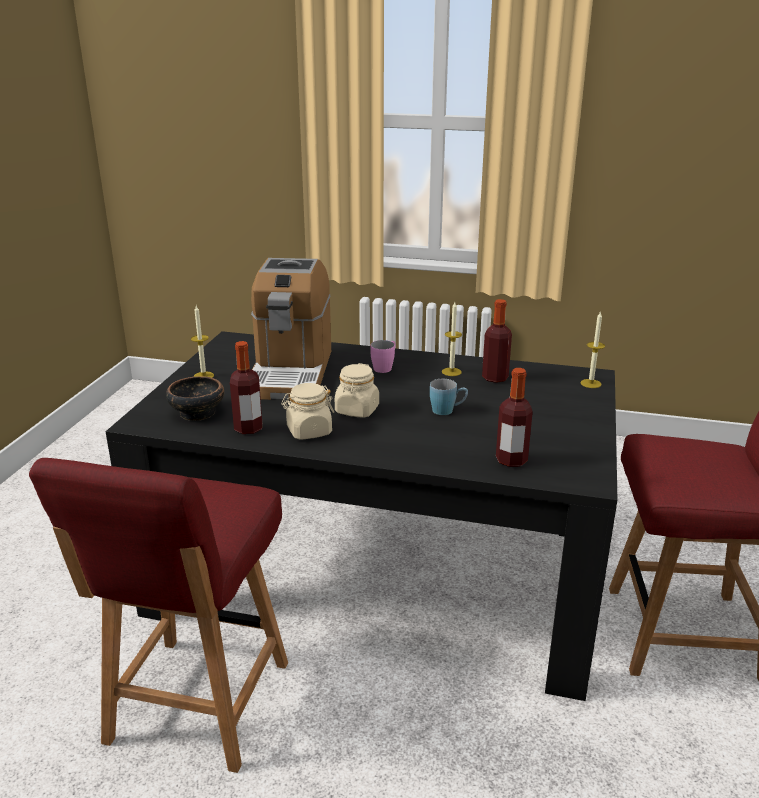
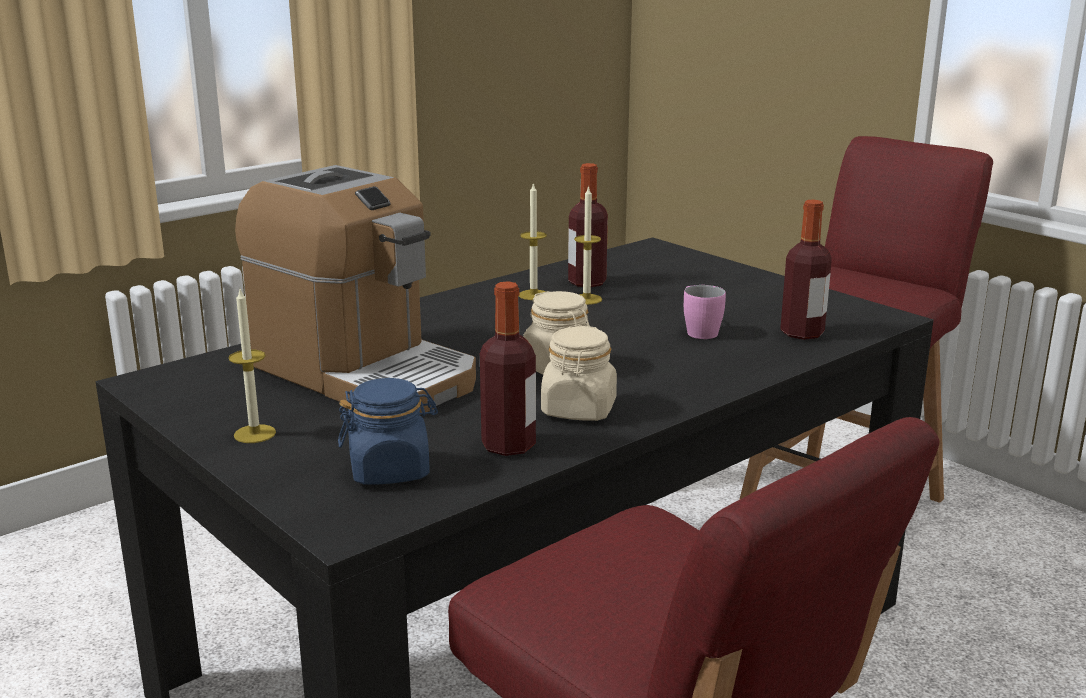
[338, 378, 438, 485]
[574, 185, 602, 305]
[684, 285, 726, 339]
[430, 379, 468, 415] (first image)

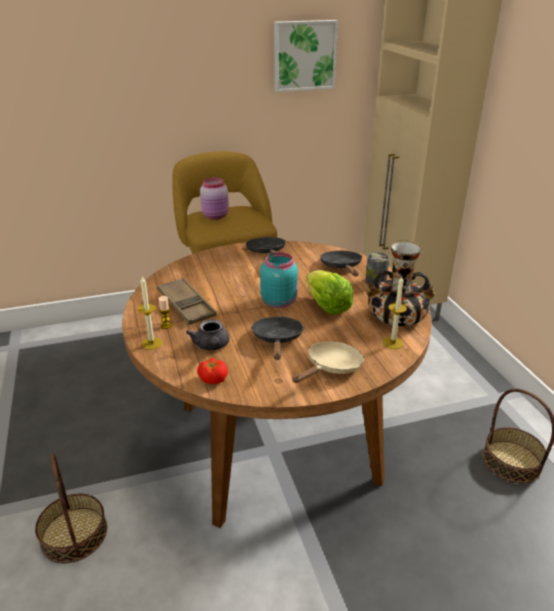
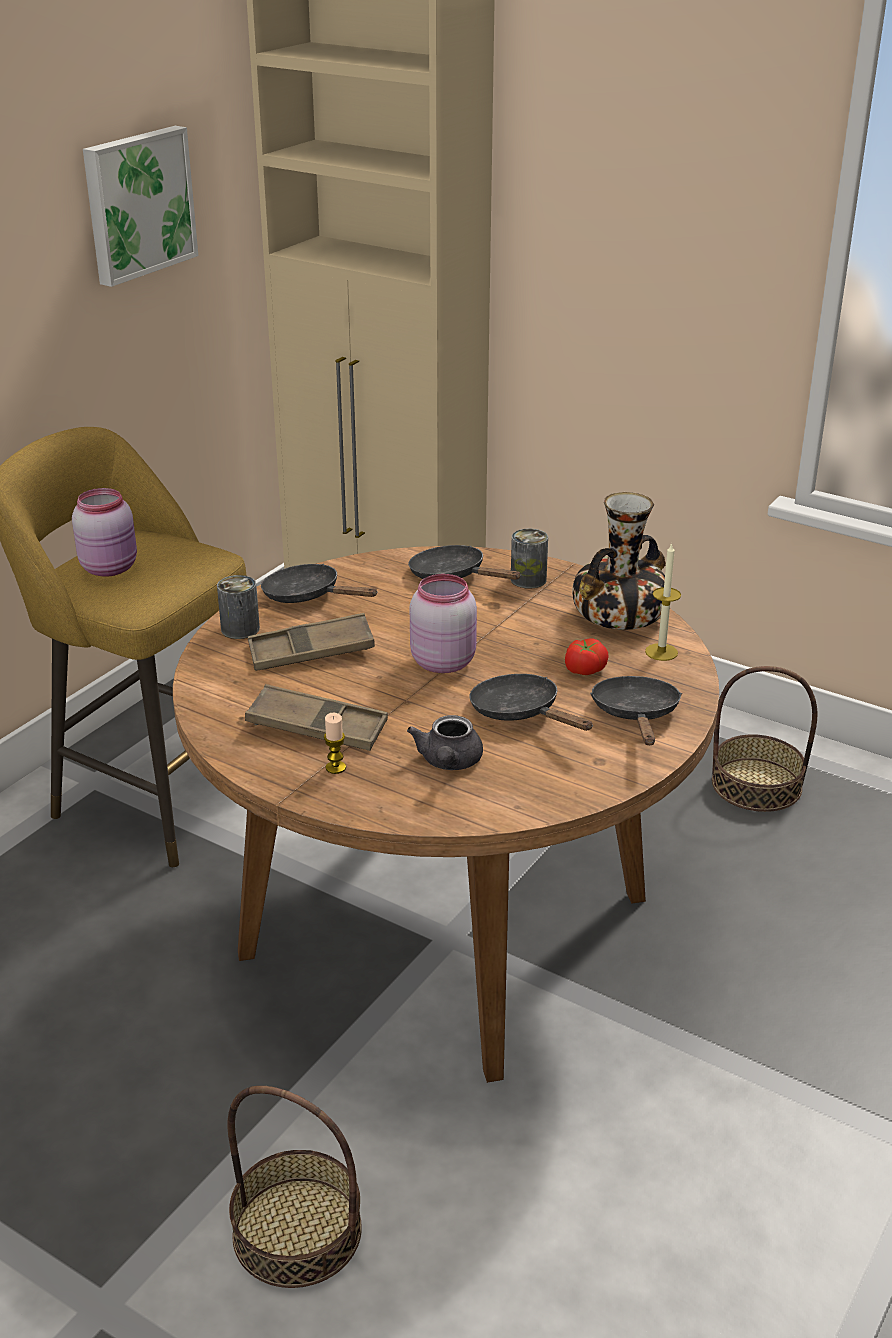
[217, 575, 260, 639]
[248, 613, 375, 671]
[407, 715, 483, 770]
[410, 574, 477, 673]
[565, 638, 609, 675]
[590, 676, 682, 745]
[138, 277, 162, 350] (first image)
[306, 270, 353, 314] (first image)

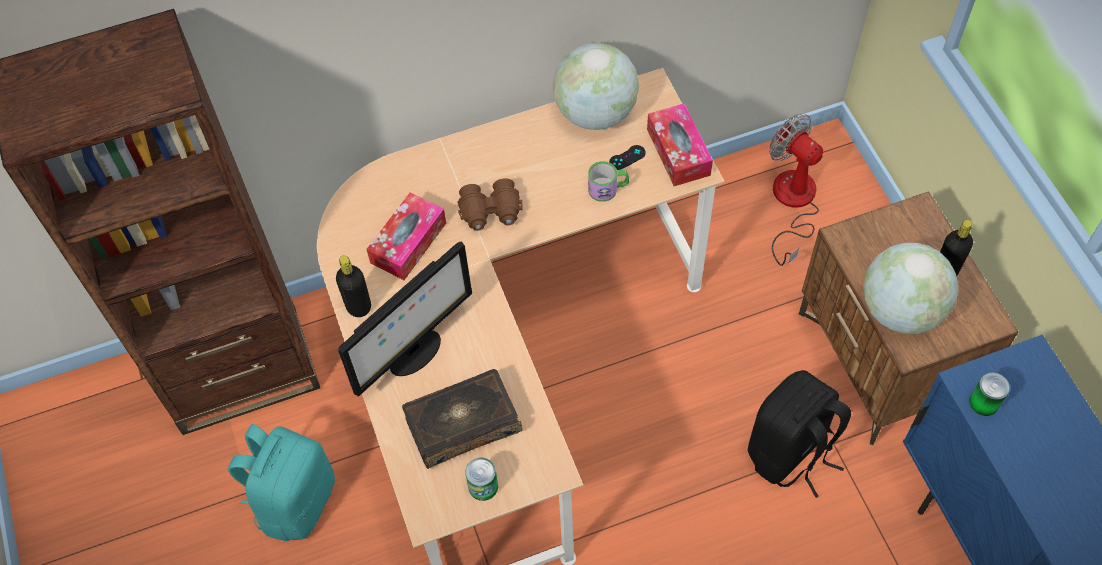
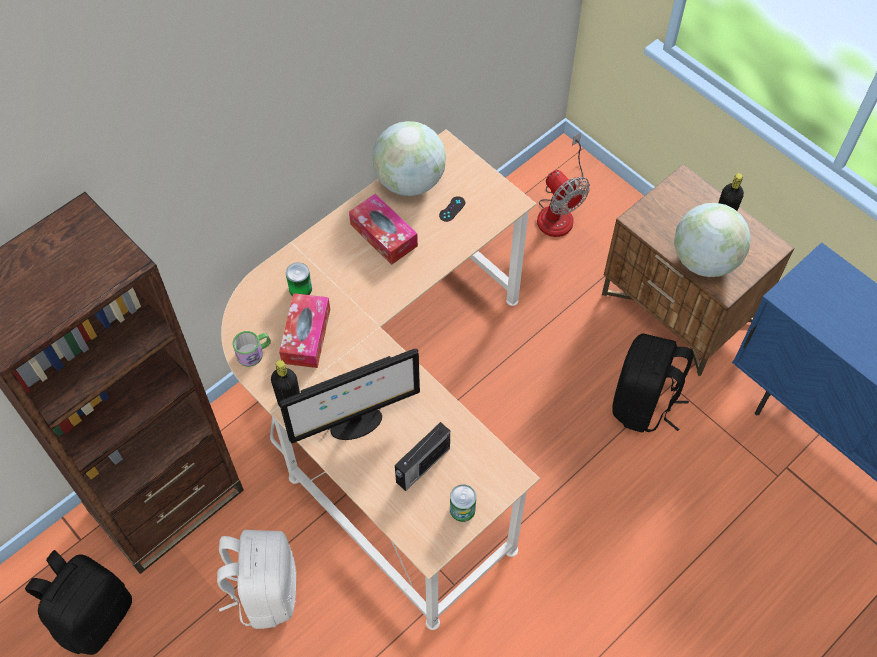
[25, 550, 132, 655]
[217, 530, 296, 629]
[232, 331, 271, 367]
[279, 349, 420, 444]
[286, 263, 312, 296]
[349, 194, 418, 265]
[395, 422, 450, 491]
[537, 133, 590, 237]
[457, 179, 523, 231] (first image)

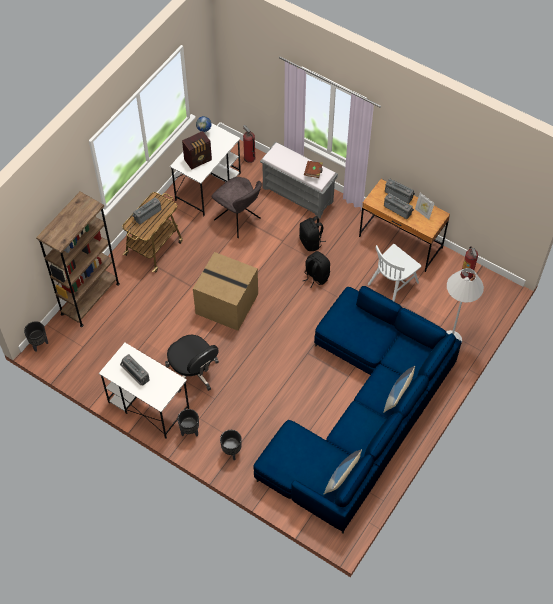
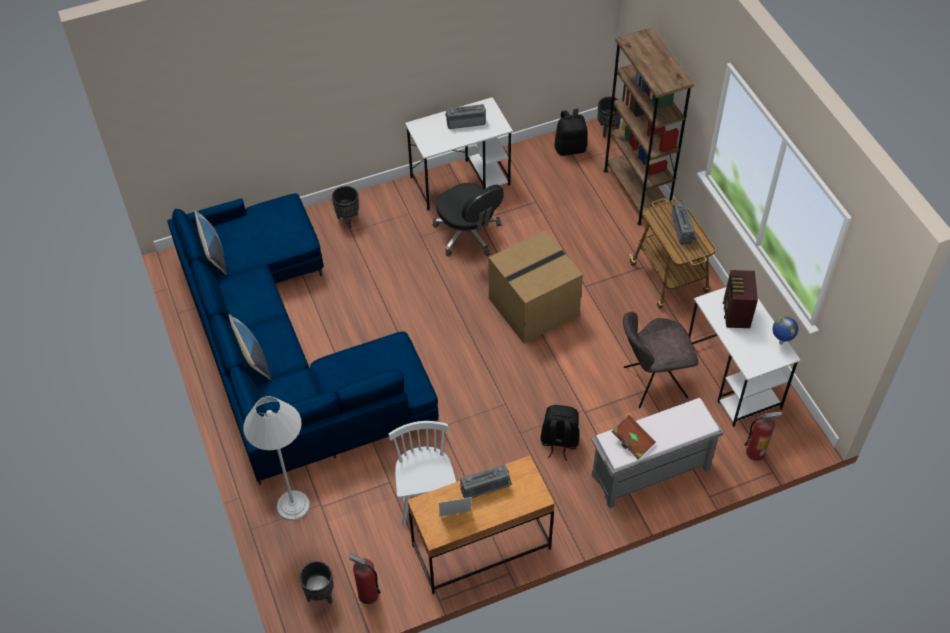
[299, 561, 333, 604]
[433, 183, 504, 256]
[554, 109, 588, 156]
[385, 179, 415, 203] (first image)

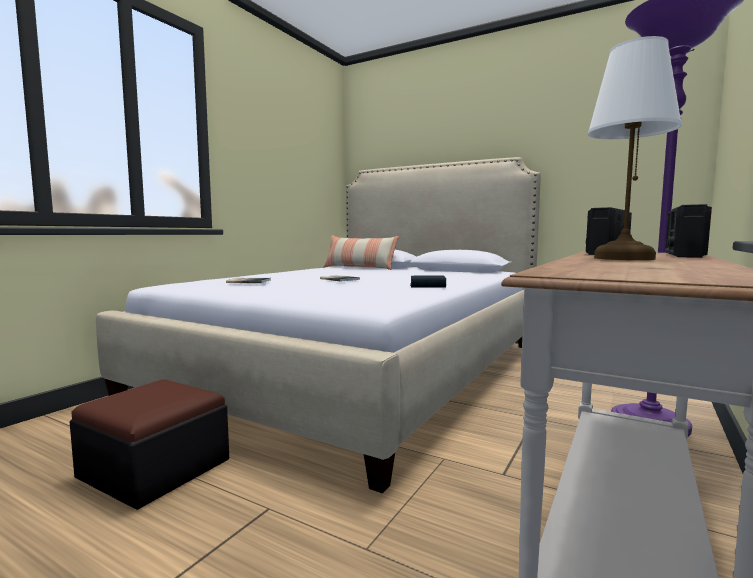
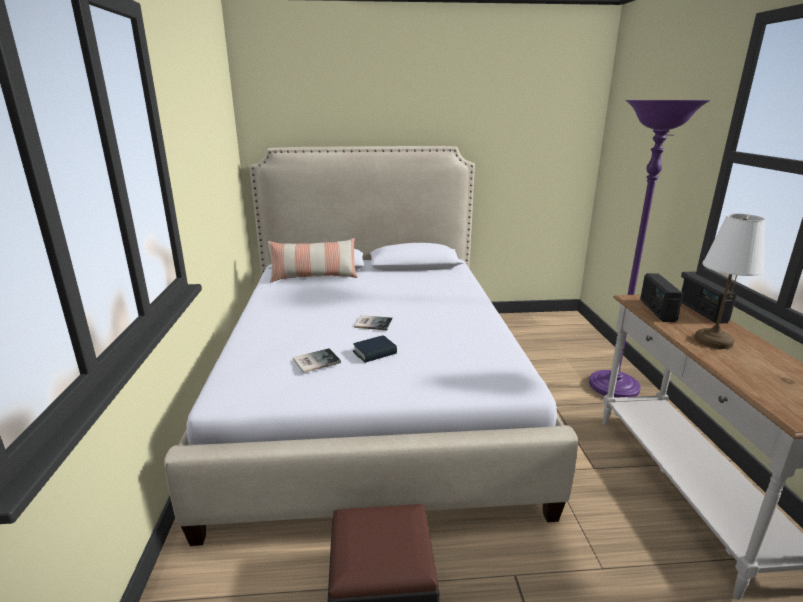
[353, 335, 397, 363]

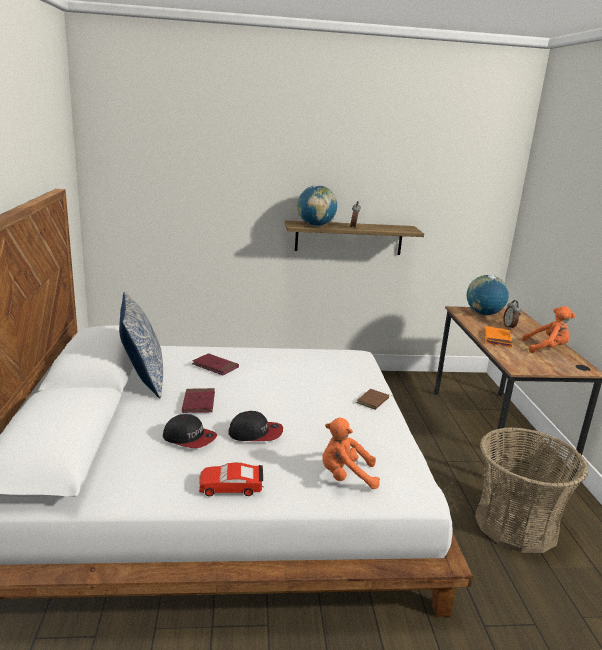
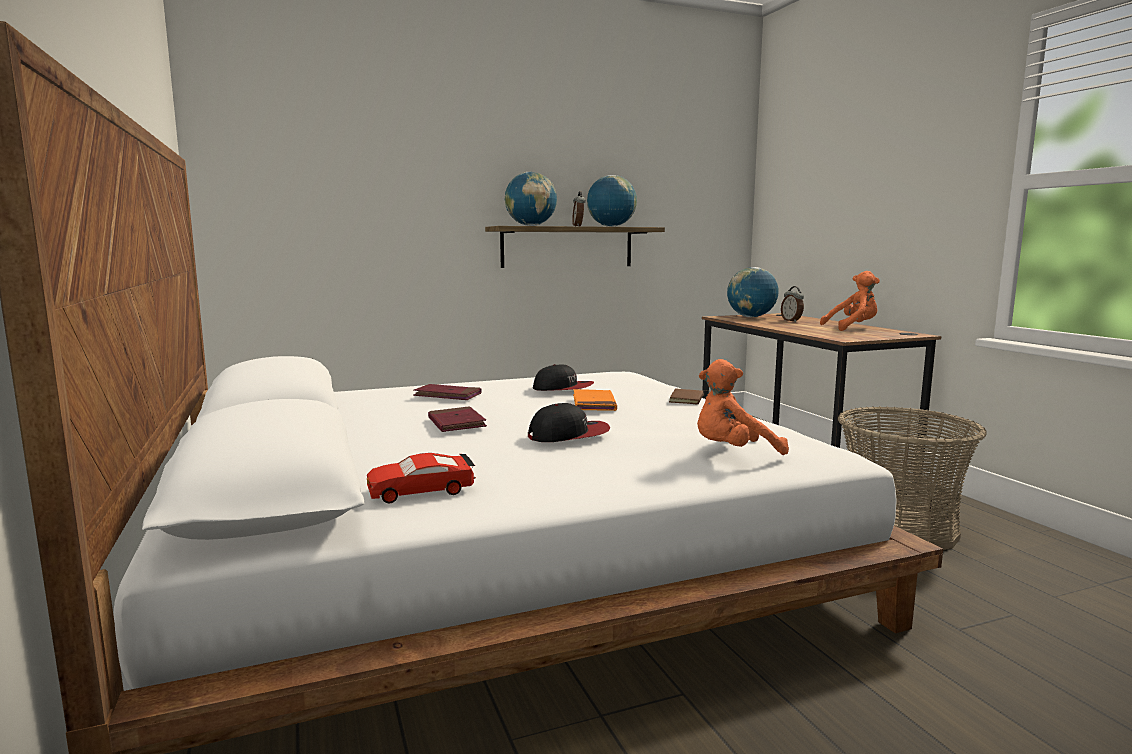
[367, 453, 476, 503]
[533, 364, 594, 391]
[573, 389, 617, 411]
[587, 175, 637, 227]
[119, 292, 163, 398] (first image)

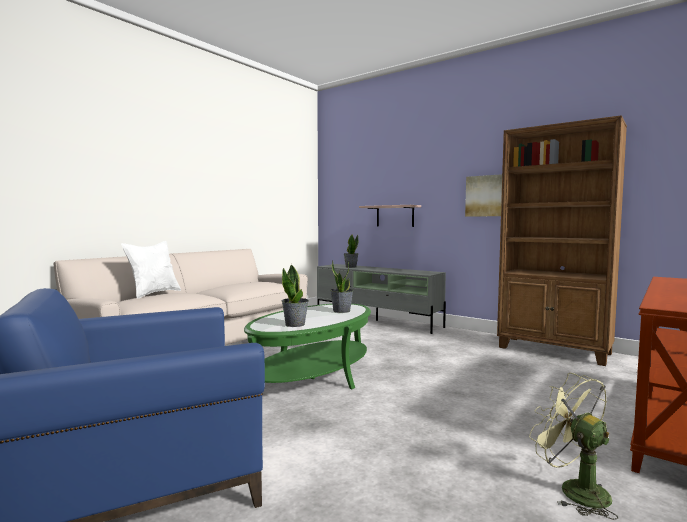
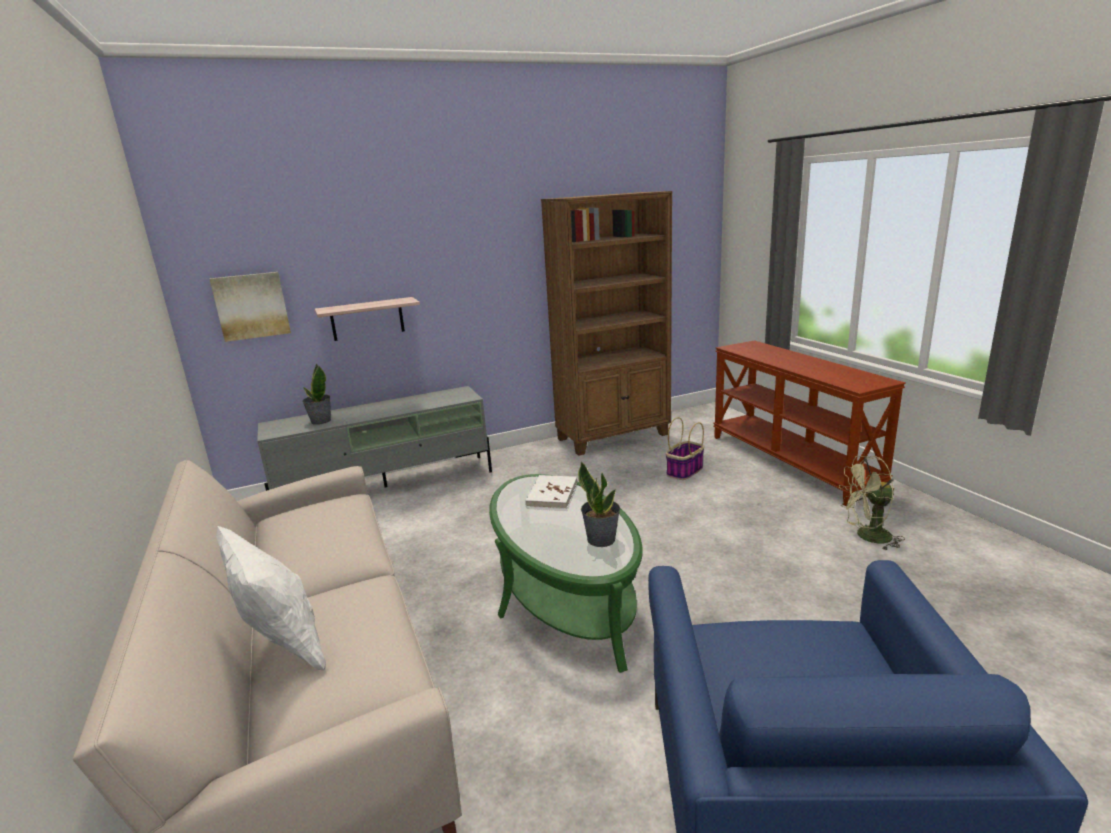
[210, 272, 291, 342]
[525, 475, 577, 509]
[666, 417, 704, 480]

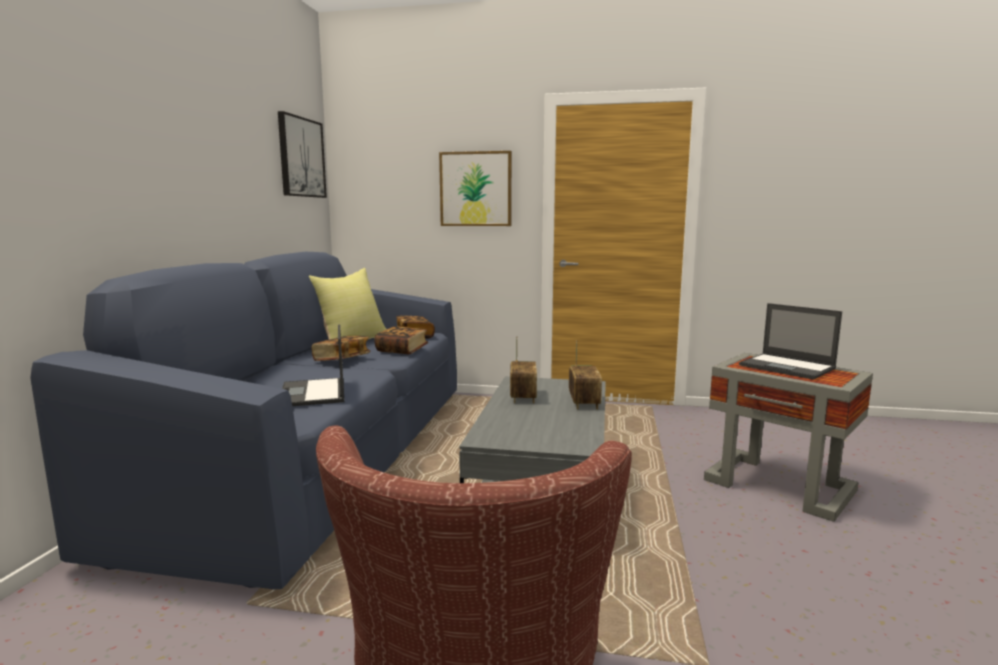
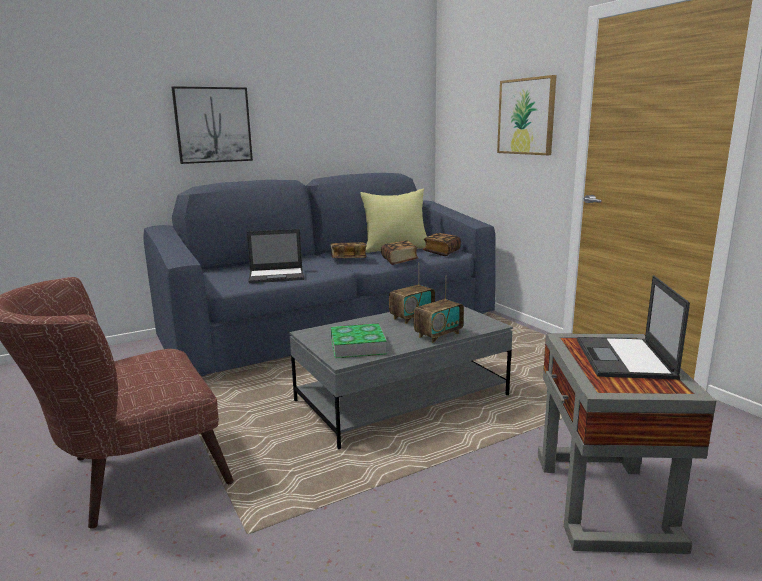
[171, 86, 253, 164]
[247, 229, 304, 283]
[331, 323, 387, 358]

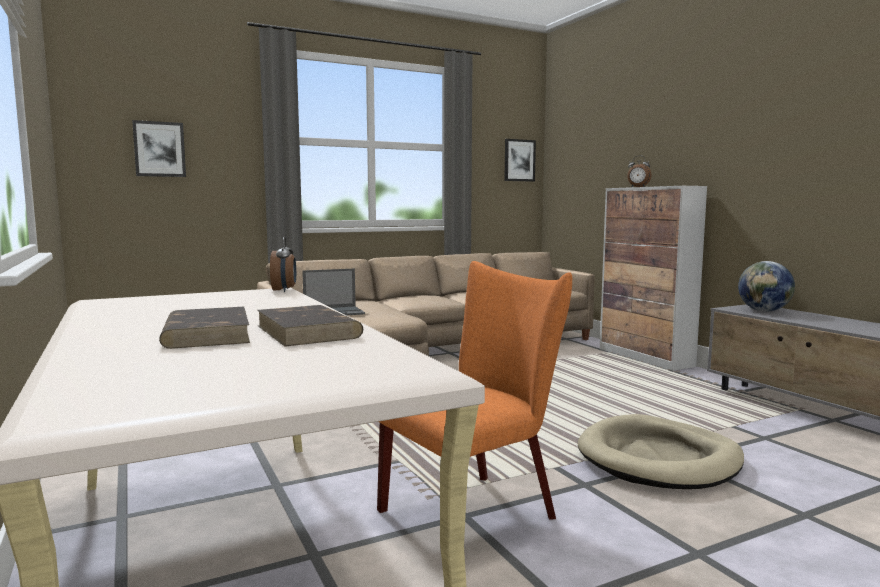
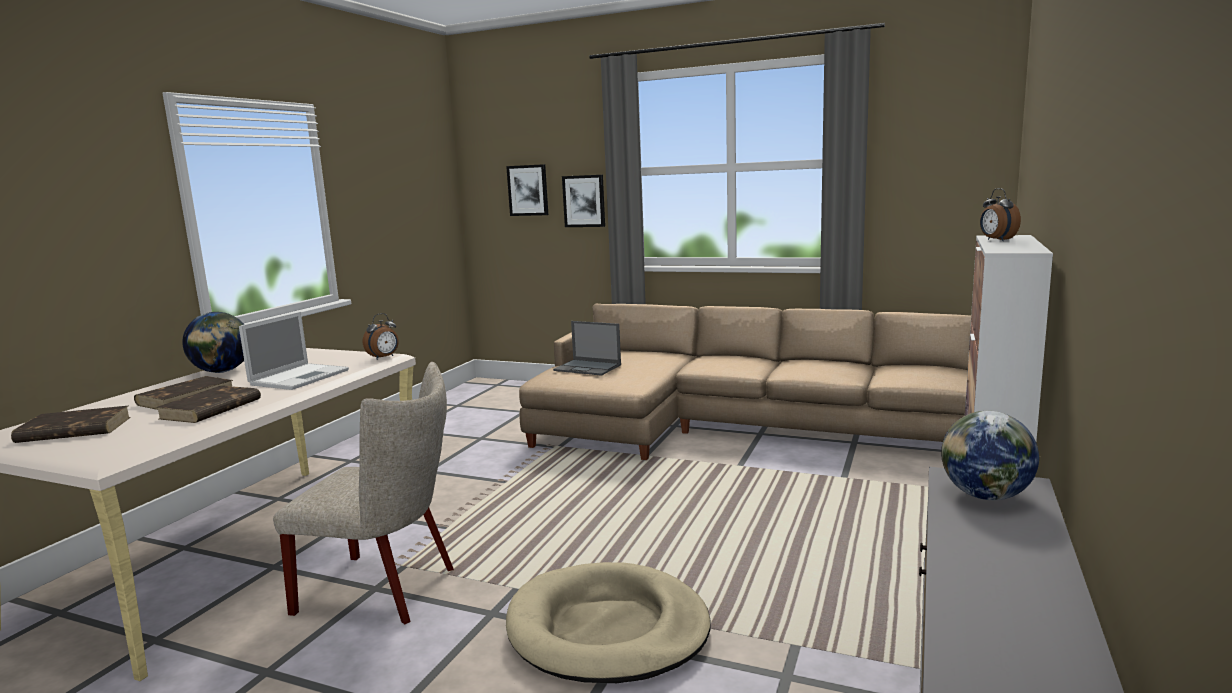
[11, 406, 131, 443]
[182, 312, 244, 373]
[239, 312, 349, 390]
[273, 362, 454, 624]
[562, 175, 605, 227]

